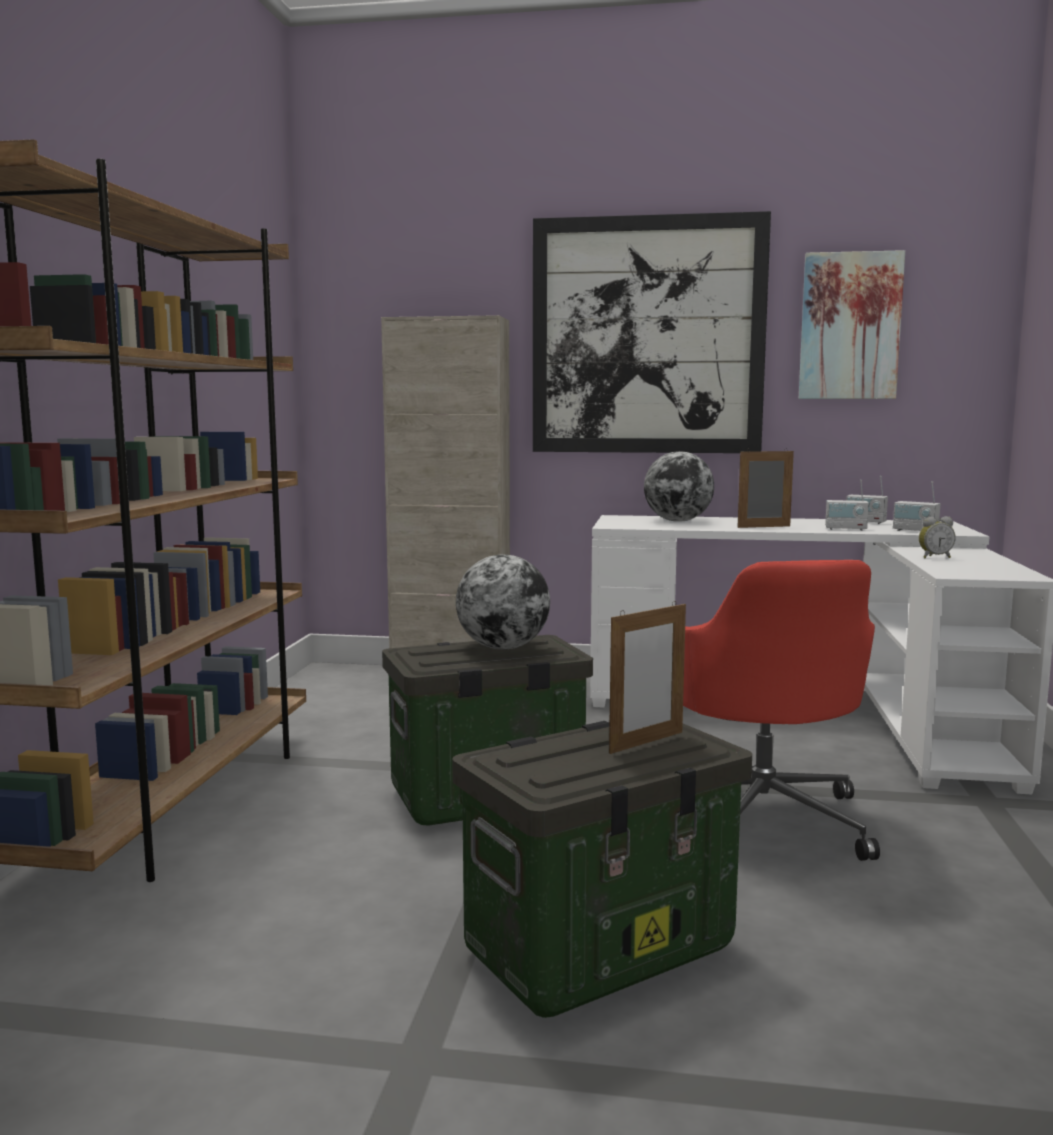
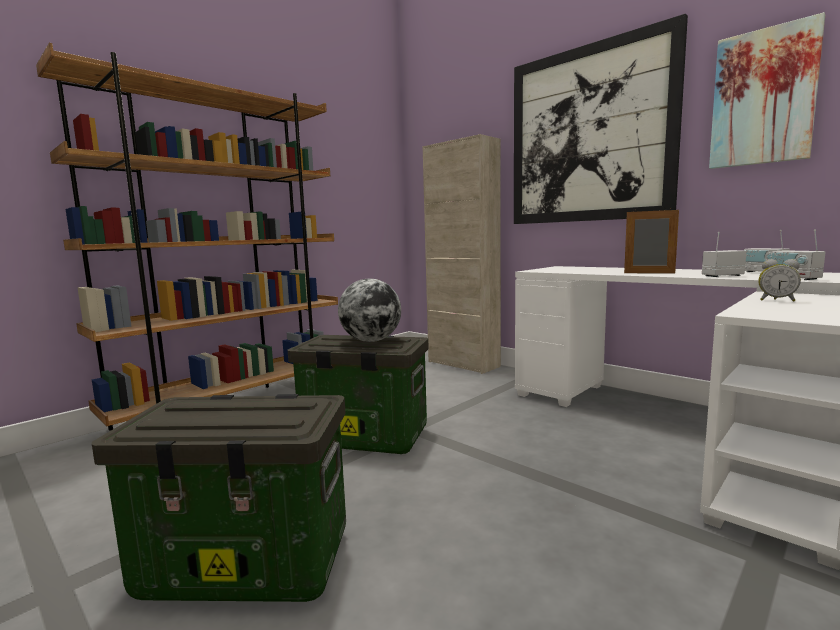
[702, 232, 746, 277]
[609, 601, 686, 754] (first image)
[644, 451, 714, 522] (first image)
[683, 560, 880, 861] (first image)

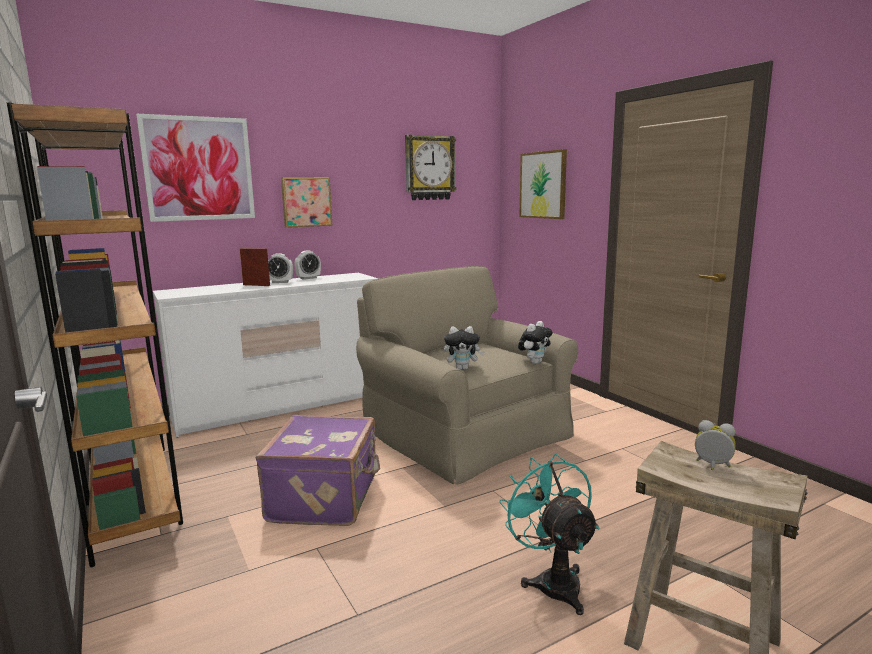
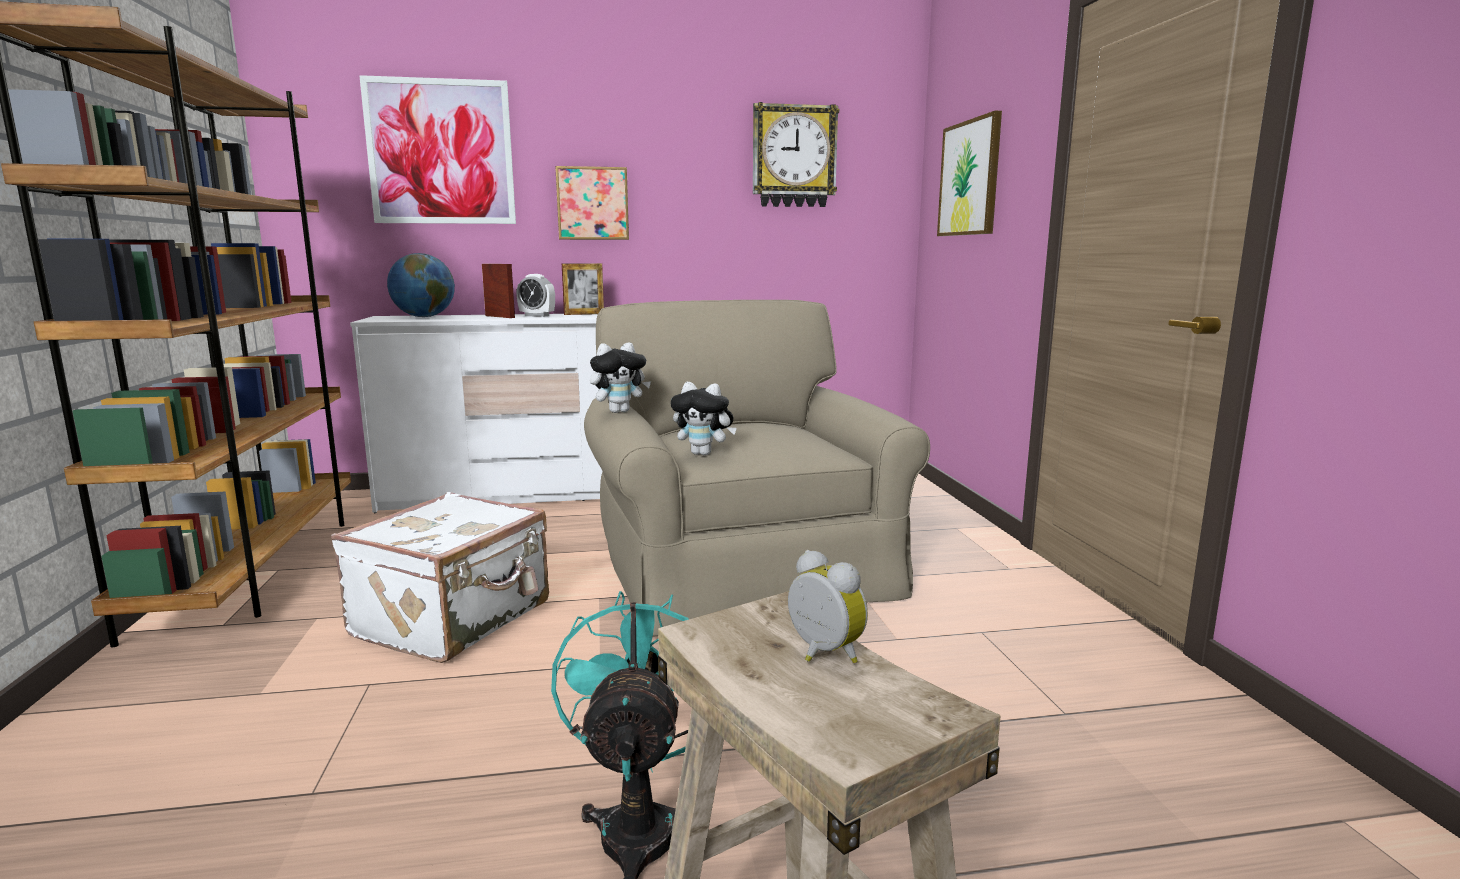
[331, 492, 549, 663]
[387, 253, 455, 317]
[562, 263, 604, 315]
[590, 342, 651, 413]

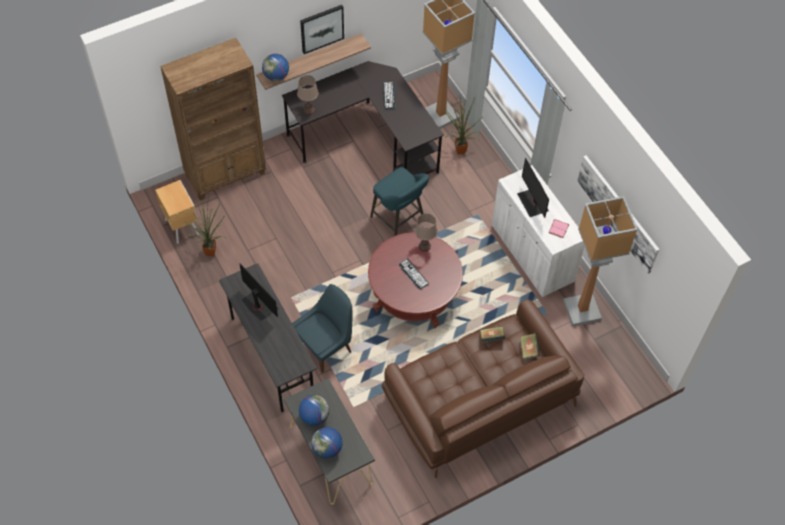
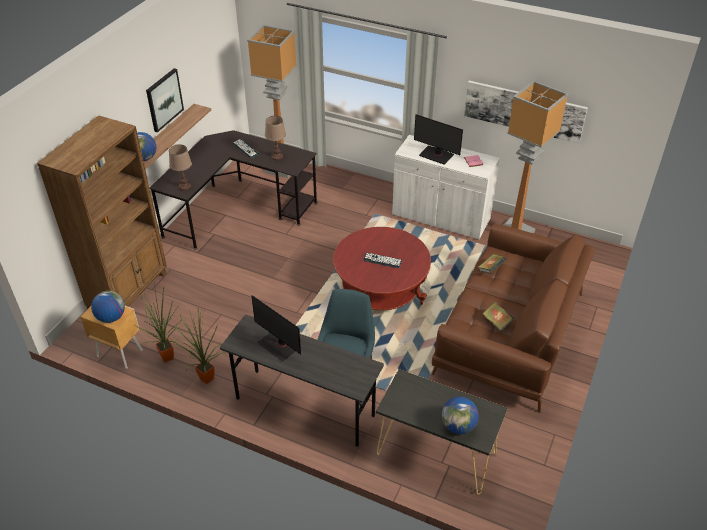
[91, 291, 125, 323]
[170, 308, 227, 384]
[251, 295, 301, 362]
[265, 116, 286, 160]
[483, 302, 514, 331]
[370, 167, 429, 236] (first image)

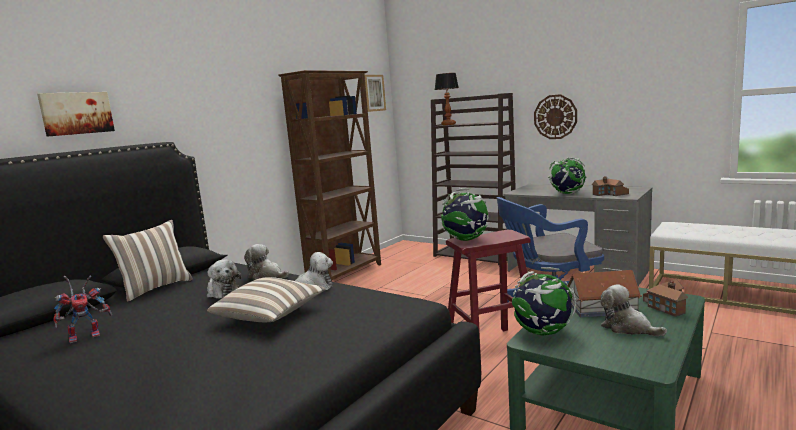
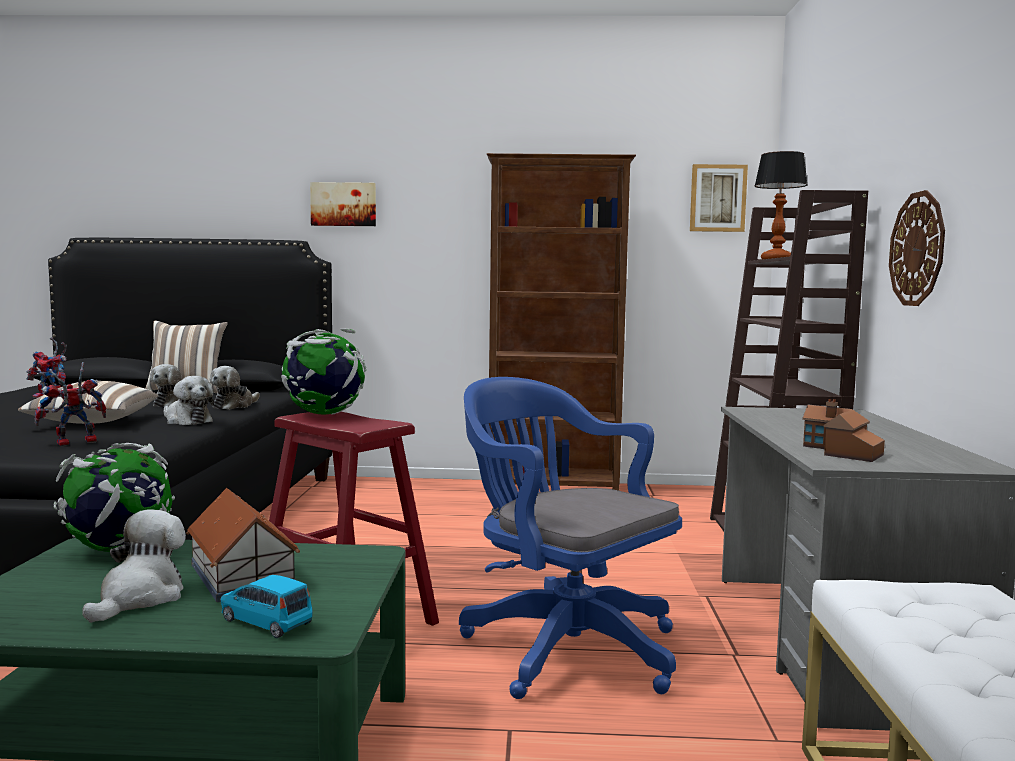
[34, 362, 106, 446]
[210, 366, 260, 410]
[220, 575, 313, 638]
[310, 182, 376, 226]
[548, 158, 586, 194] (first image)

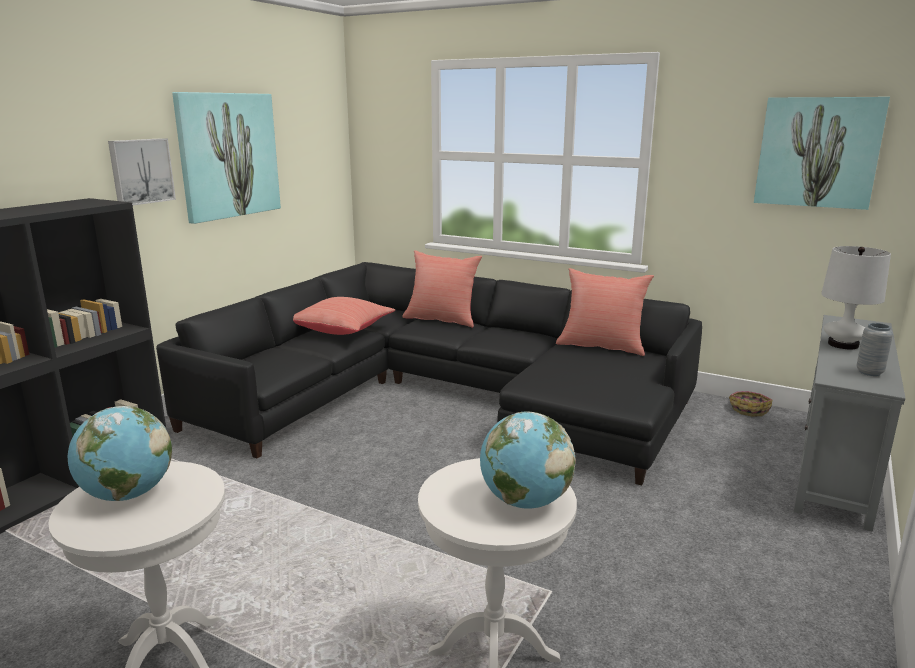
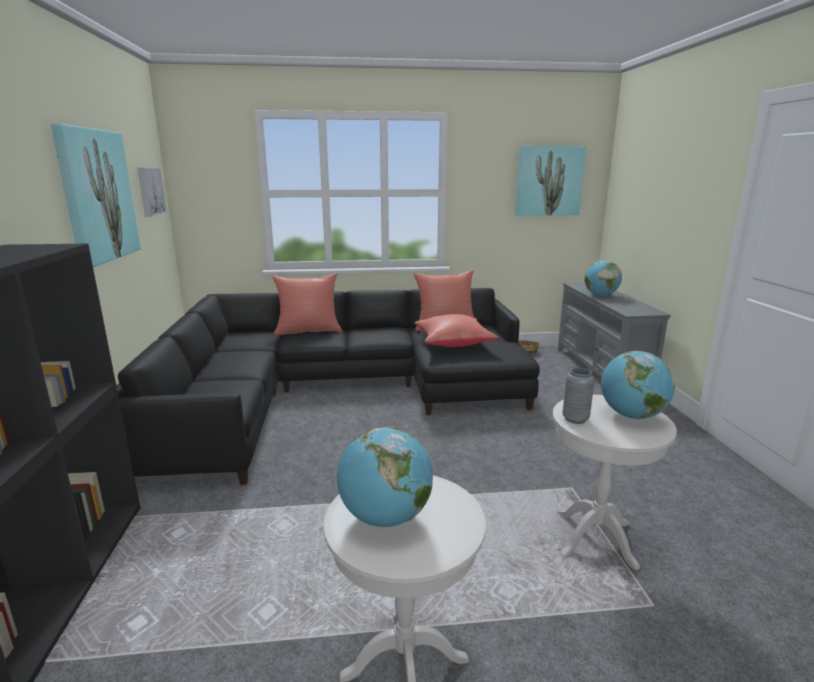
[137, 168, 167, 217]
[414, 314, 499, 347]
[562, 368, 595, 424]
[584, 260, 622, 296]

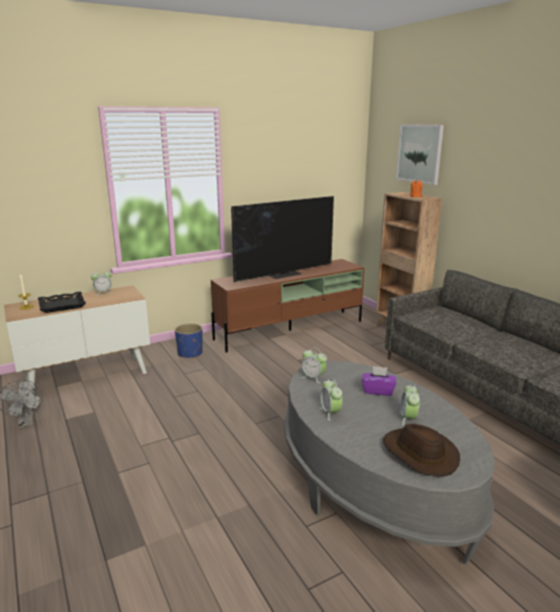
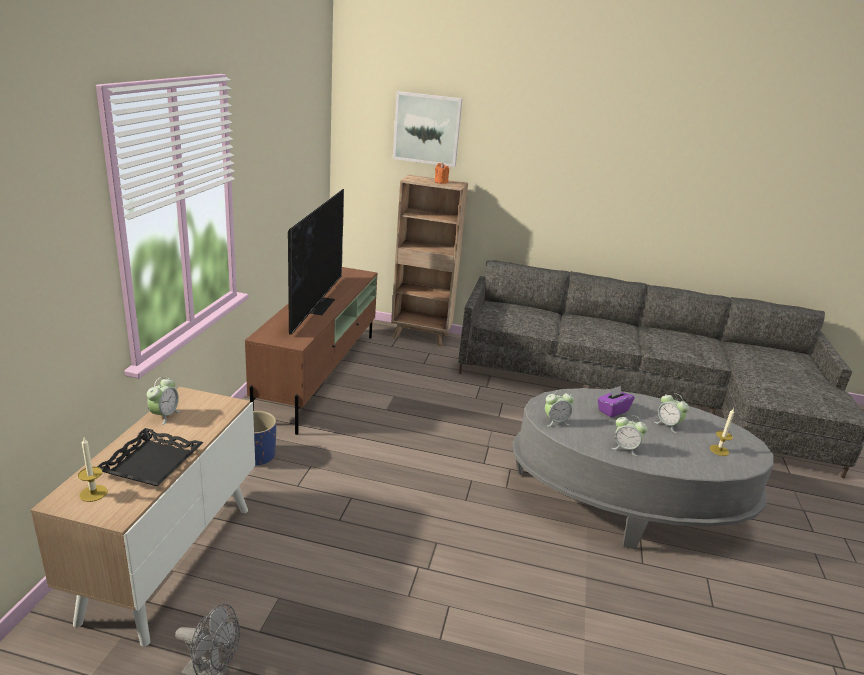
[710, 409, 734, 456]

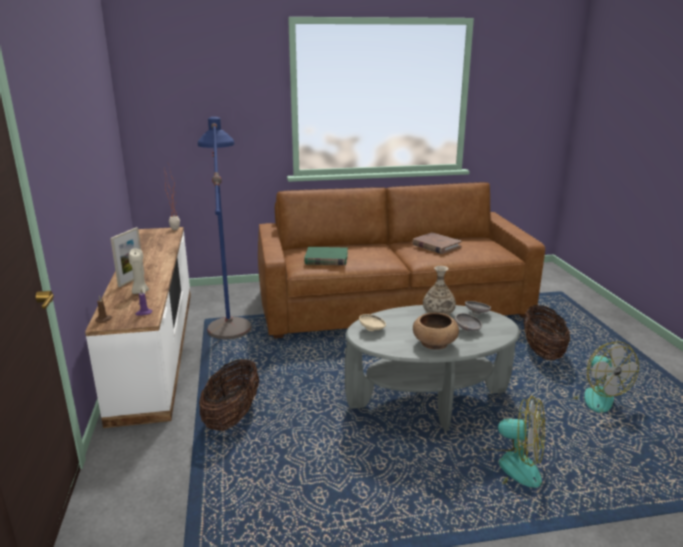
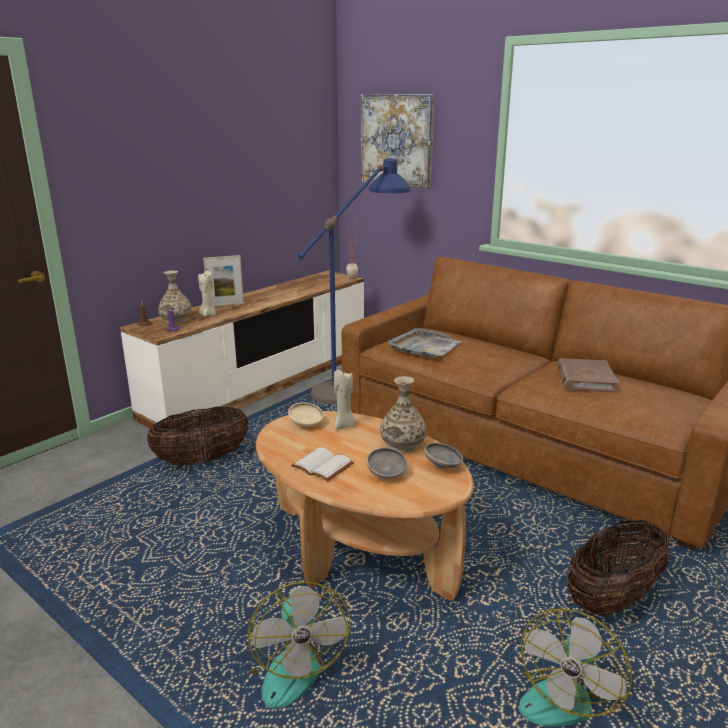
[158, 270, 192, 324]
[256, 411, 474, 601]
[291, 447, 354, 481]
[334, 370, 357, 430]
[361, 94, 435, 189]
[388, 328, 461, 358]

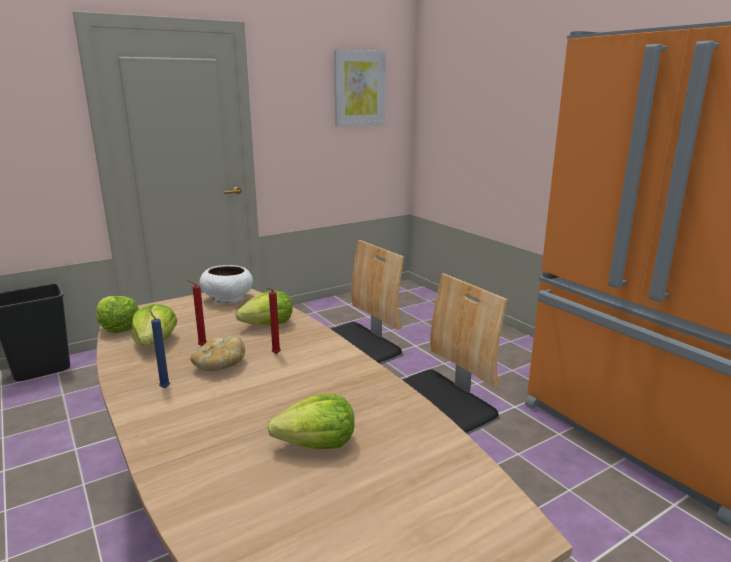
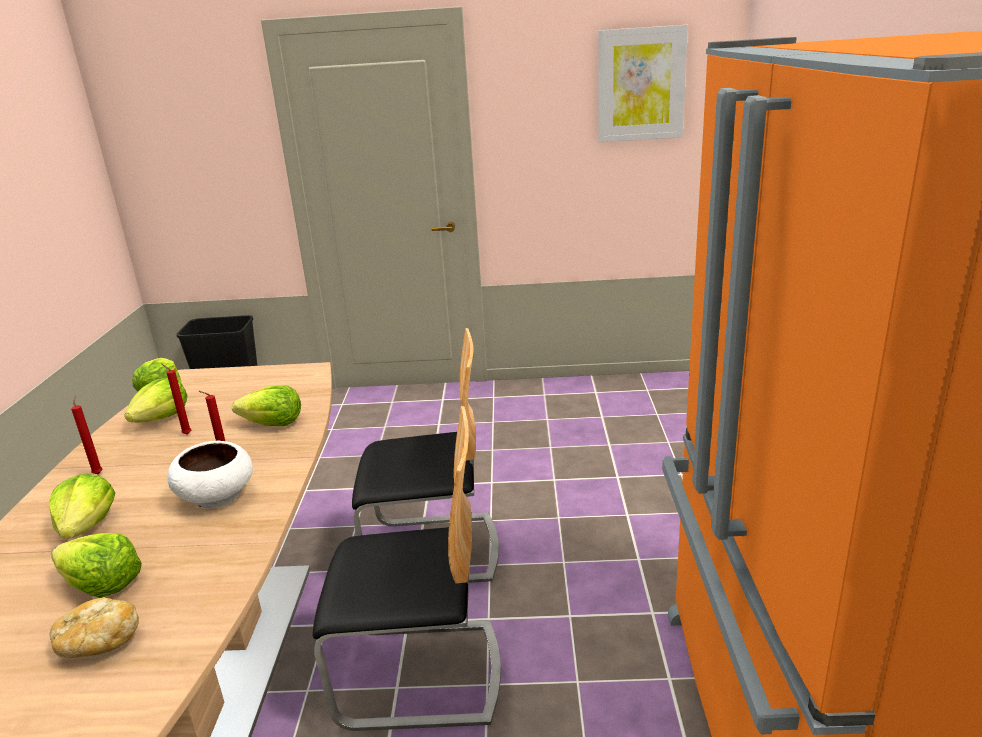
[49, 474, 115, 539]
[50, 598, 139, 658]
[71, 396, 103, 474]
[167, 441, 253, 509]

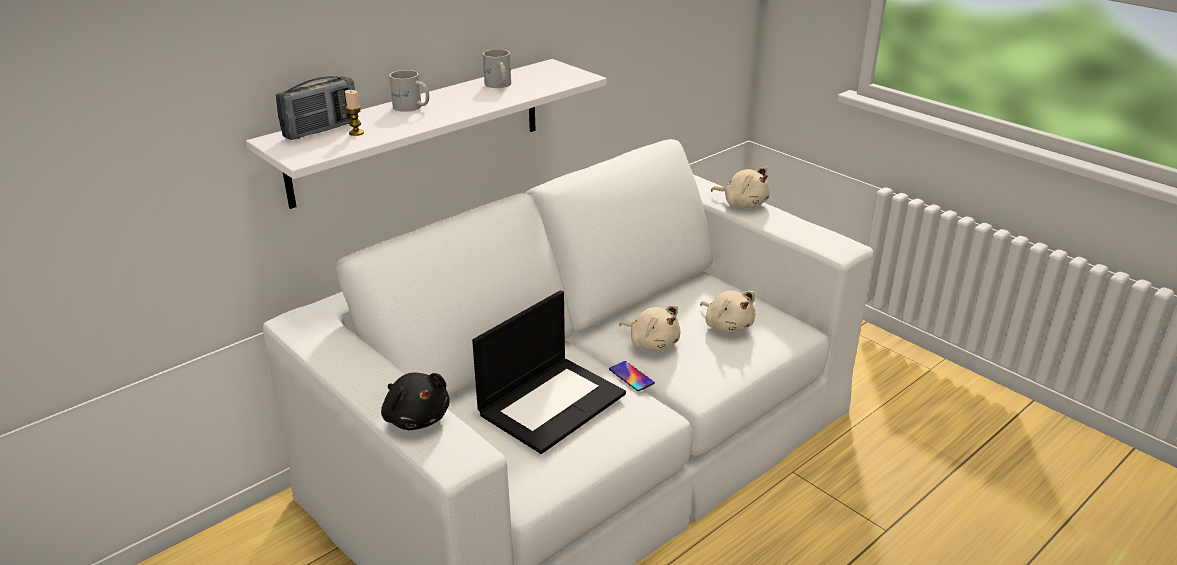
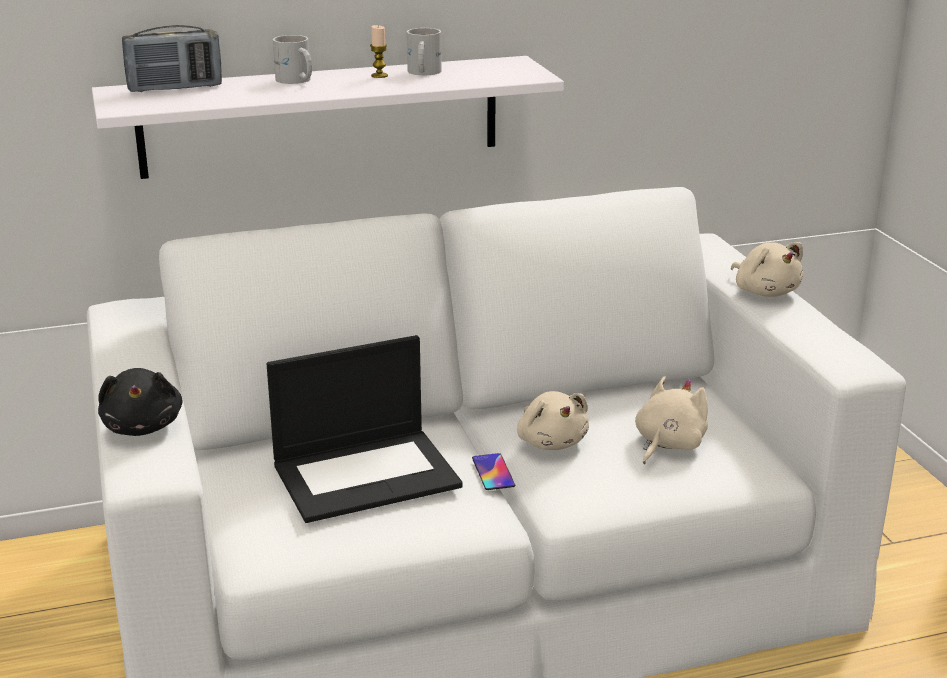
[370, 25, 388, 78]
[635, 376, 708, 464]

